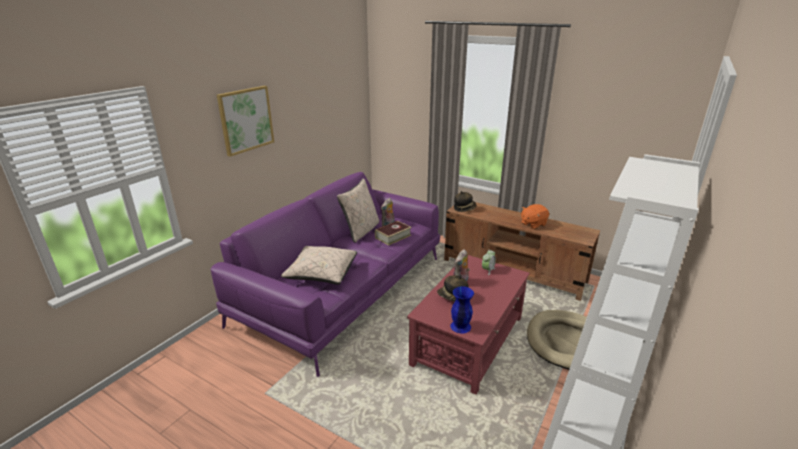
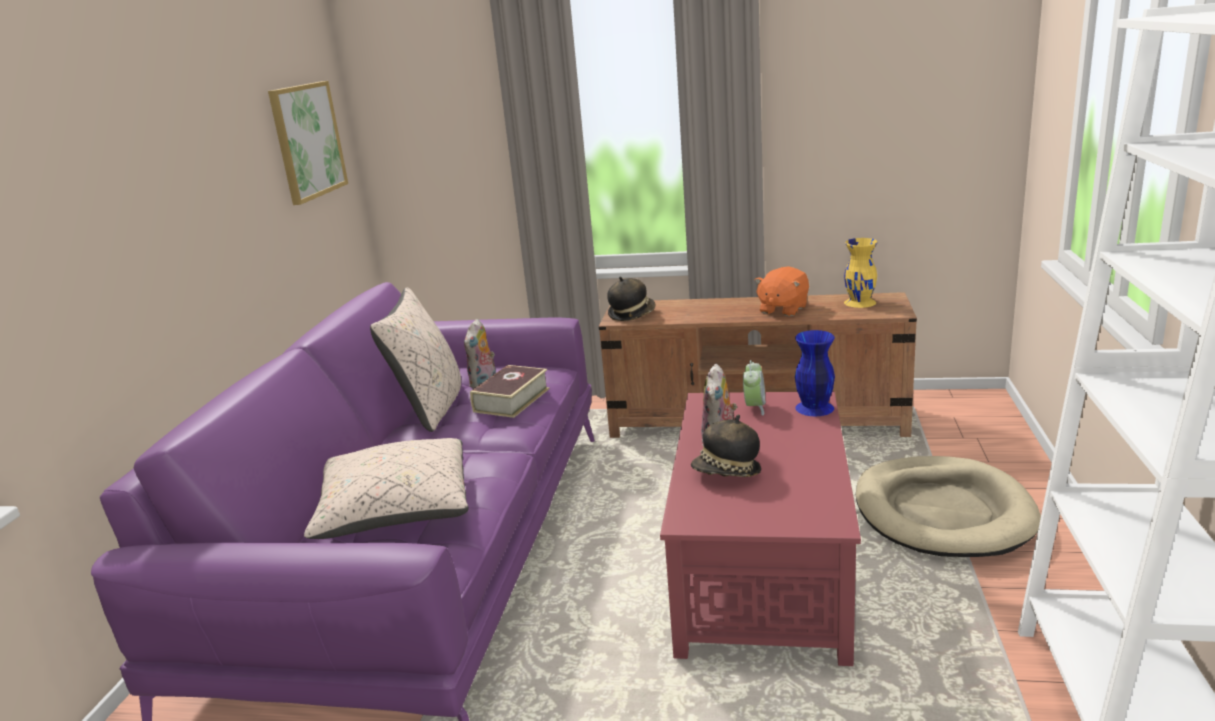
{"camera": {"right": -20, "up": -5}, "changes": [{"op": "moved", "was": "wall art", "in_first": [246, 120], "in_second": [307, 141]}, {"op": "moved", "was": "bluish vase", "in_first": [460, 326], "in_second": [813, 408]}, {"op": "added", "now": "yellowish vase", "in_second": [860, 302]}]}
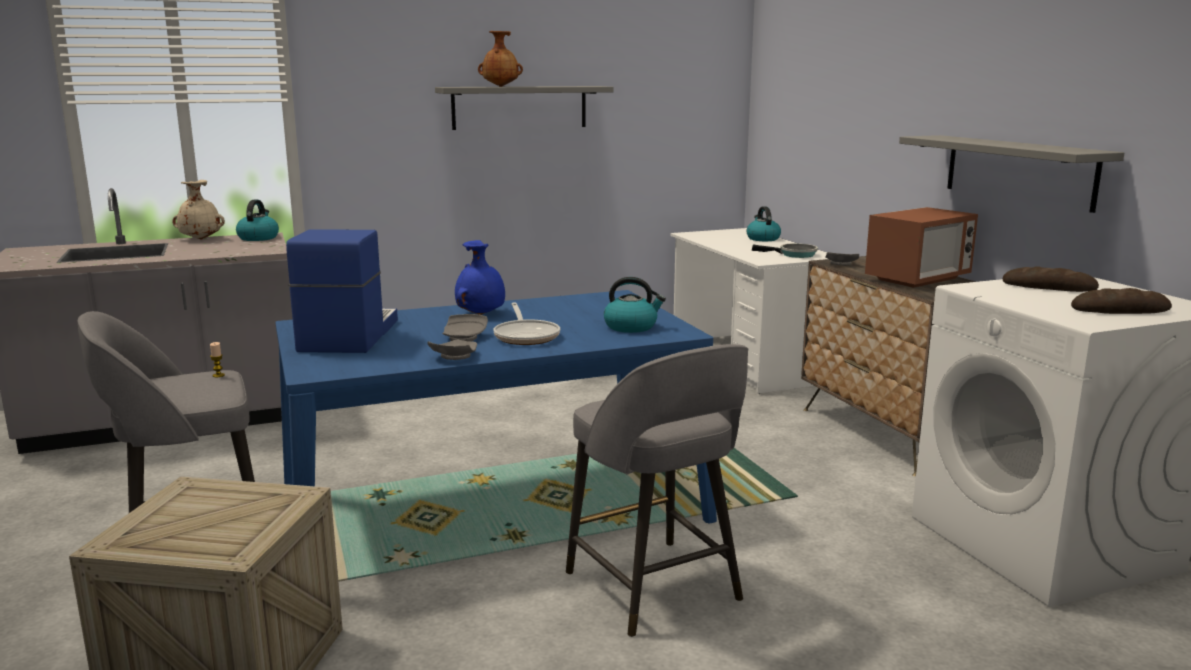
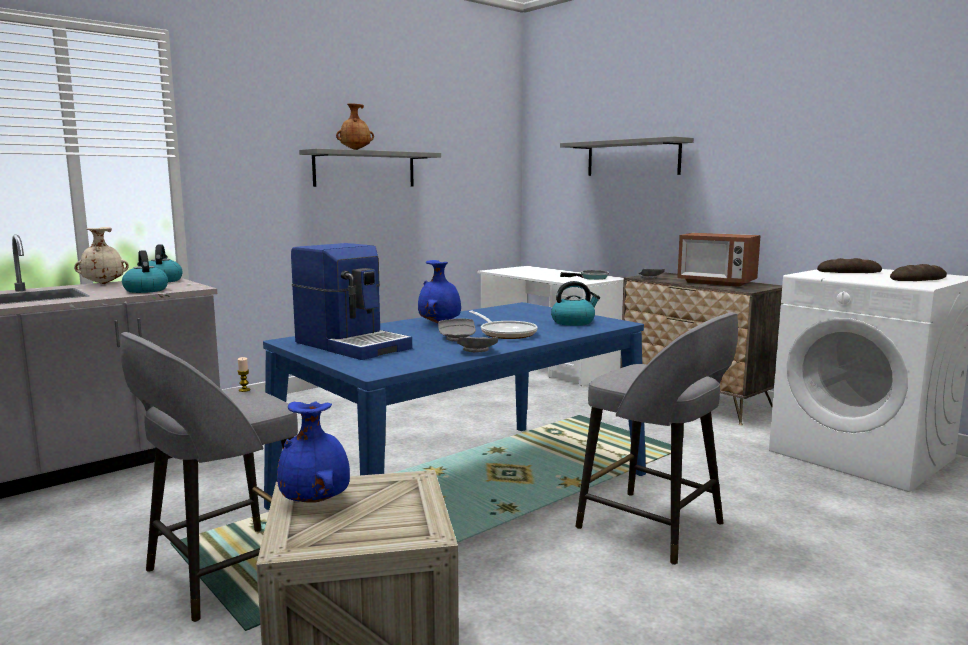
{"camera": {"right": -20, "up": -5}, "changes": [{"op": "turned", "was": "coffee maker", "in_first": [347, 336], "in_second": [353, 345], "clockwise": 150}, {"op": "moved", "was": "tea kettle", "in_first": [762, 239], "in_second": [145, 290]}, {"op": "turned", "was": "microwave oven", "in_first": [918, 279], "in_second": [716, 283], "clockwise": 90}, {"op": "moved", "was": "grey wall shelf", "in_first": [1018, 171], "in_second": [632, 158]}, {"op": "added", "now": "bluish vase", "in_second": [316, 501]}]}
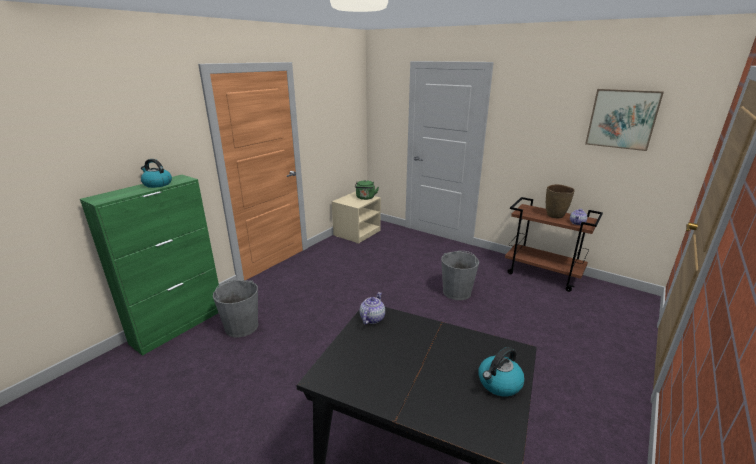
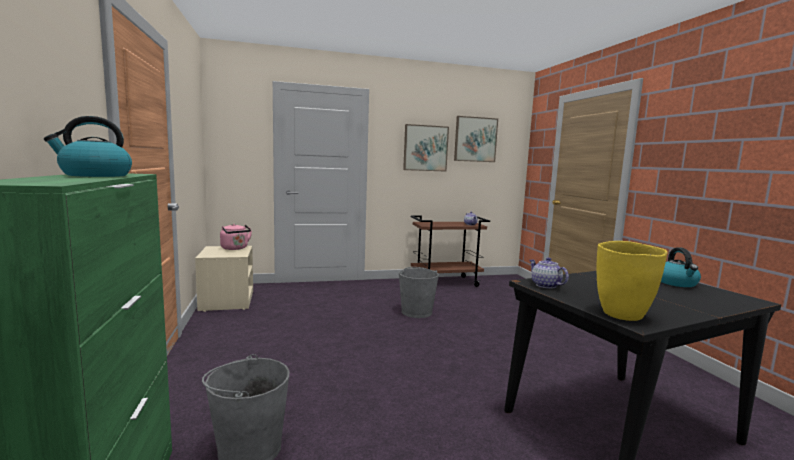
{"camera": {"right": -50, "up": -15}, "changes": [{"op": "recoloured", "was": "green tea kettle", "now": "pink-coloured tea kettle", "in_first": [365, 198], "in_second": [235, 248]}, {"op": "removed", "was": "brownish vase", "in_first": [555, 216]}, {"op": "added", "now": "wall art", "in_second": [425, 148]}, {"op": "added", "now": "yellowish vase", "in_second": [622, 315]}]}
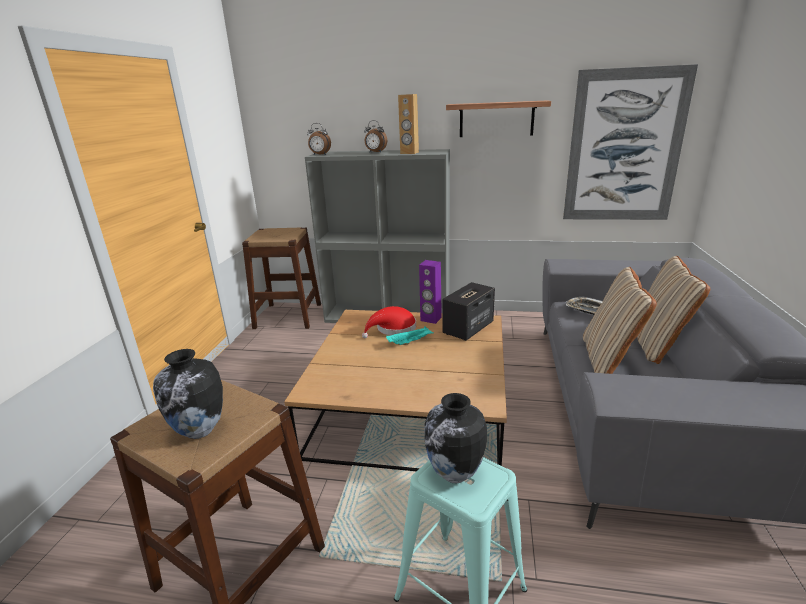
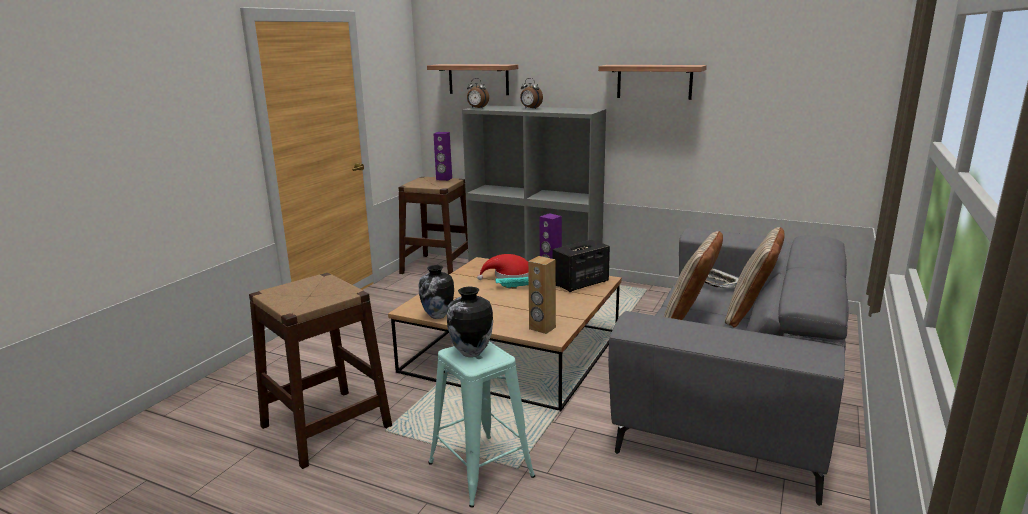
{"camera": {"right": 15, "up": -5}, "changes": [{"op": "moved", "was": "vase", "in_first": [200, 431], "in_second": [438, 316]}, {"op": "moved", "was": "brownish audio speaker", "in_first": [409, 153], "in_second": [542, 328]}, {"op": "removed", "was": "wall art", "in_first": [624, 147]}, {"op": "added", "now": "wall shelf", "in_second": [478, 79]}, {"op": "added", "now": "purple audio speaker", "in_second": [444, 179]}]}
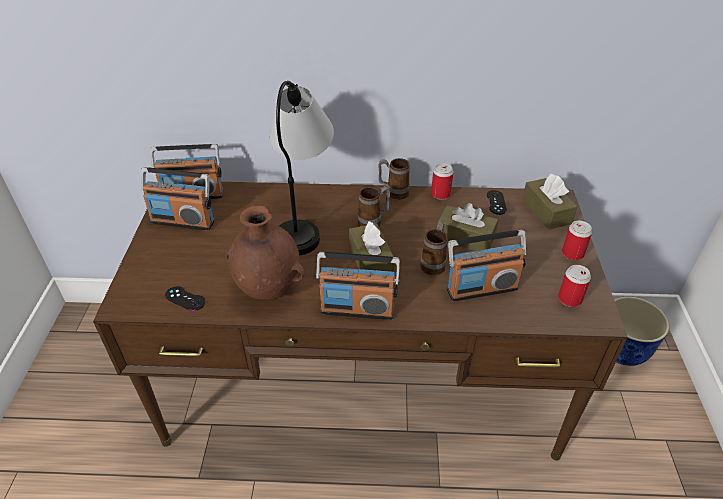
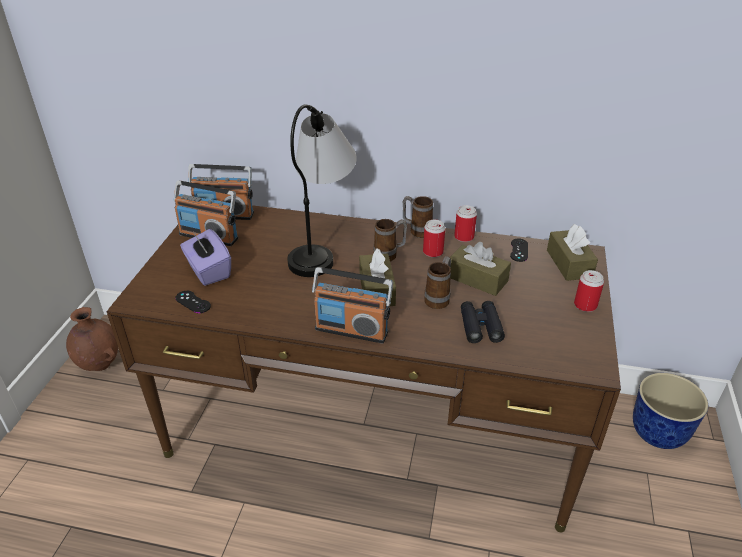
{"camera": {"right": 10, "up": -5}, "changes": [{"op": "moved", "was": "brownish vase", "in_first": [268, 290], "in_second": [99, 364]}, {"op": "replaced", "was": "radio receiver", "now": "black-coloured field glasses", "in_first": [481, 288], "in_second": [480, 326]}, {"op": "moved", "was": "metal can", "in_first": [569, 299], "in_second": [433, 252]}, {"op": "added", "now": "purple tissue holder", "in_second": [208, 271]}]}
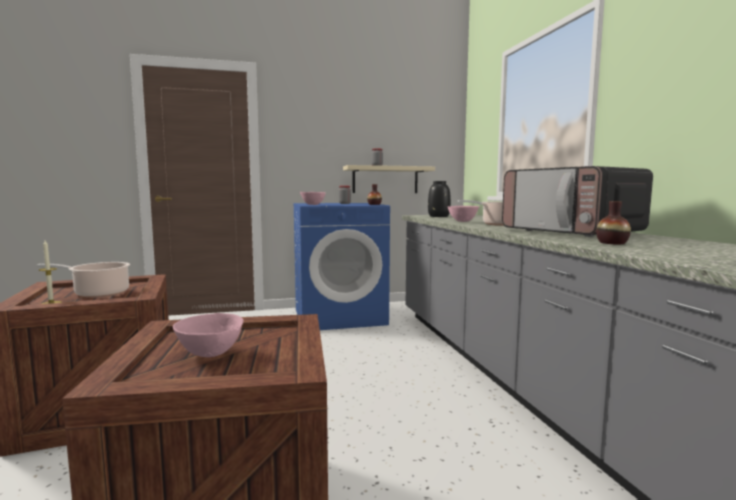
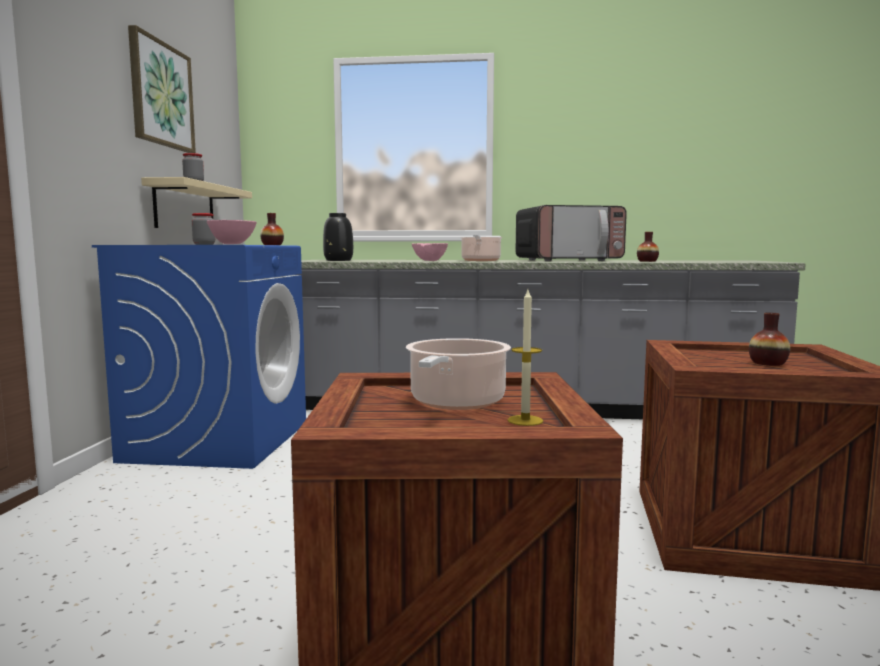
{"camera": {"right": -70, "up": 0}, "changes": [{"op": "replaced", "was": "pink-coloured deep dish", "now": "vase", "in_first": [211, 354], "in_second": [768, 363]}, {"op": "added", "now": "wall art", "in_second": [161, 95]}]}
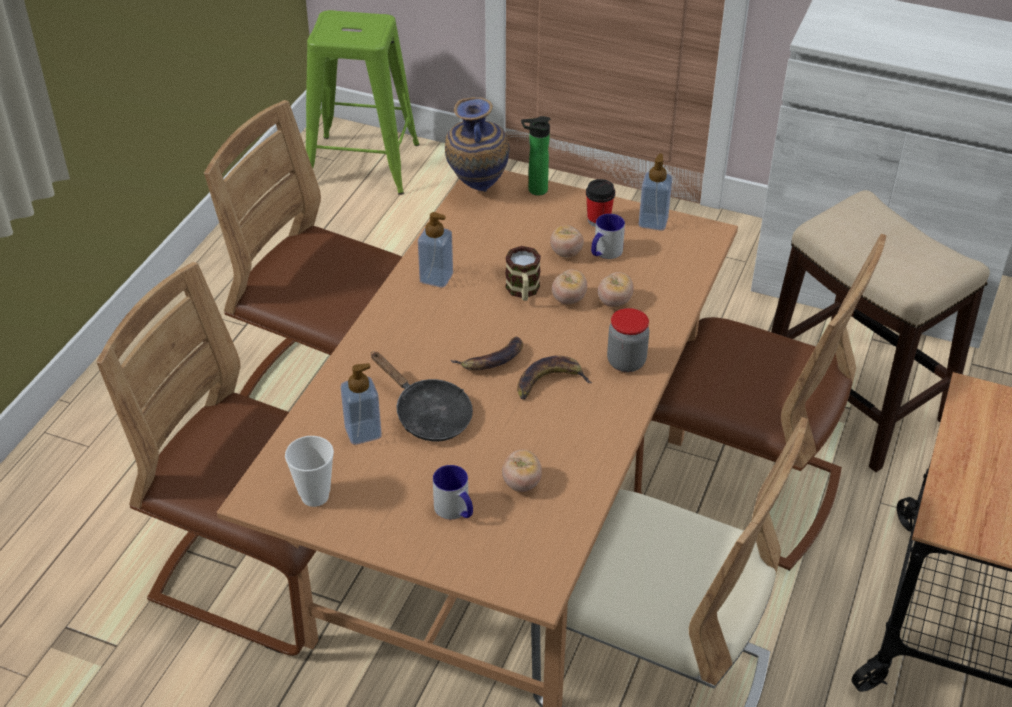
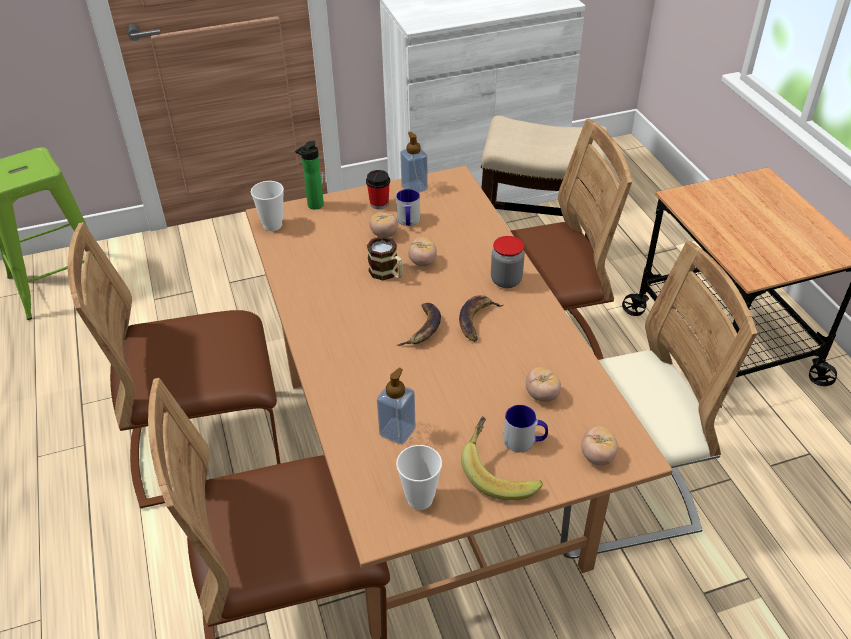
{"camera": {"right": -40, "up": 0}, "changes": [{"op": "removed", "was": "black-coloured frying pan", "in_first": [428, 415]}, {"op": "removed", "was": "soap dispenser", "in_first": [436, 278]}, {"op": "replaced", "was": "vase", "now": "drinking cup", "in_first": [476, 189], "in_second": [272, 225]}, {"op": "moved", "was": "tomato", "in_first": [614, 302], "in_second": [597, 456]}, {"op": "added", "now": "whole banana", "in_second": [500, 472]}]}
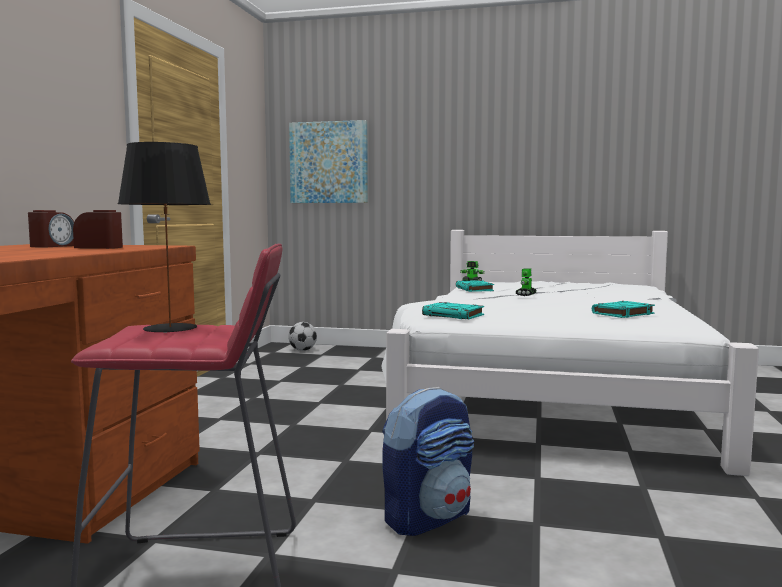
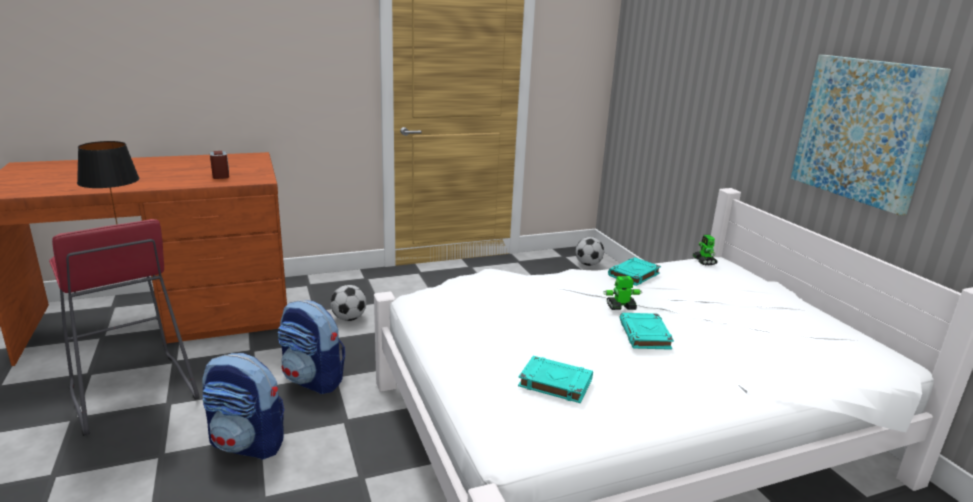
{"camera": {"right": 55, "up": 15}, "changes": [{"op": "removed", "was": "bedside clock", "in_first": [53, 246]}, {"op": "moved", "was": "wall art", "in_first": [329, 162], "in_second": [863, 130]}, {"op": "moved", "was": "turquoise bound book", "in_first": [454, 315], "in_second": [645, 335]}, {"op": "added", "now": "backpack", "in_second": [313, 380]}, {"op": "added", "now": "football ball", "in_second": [349, 318]}]}
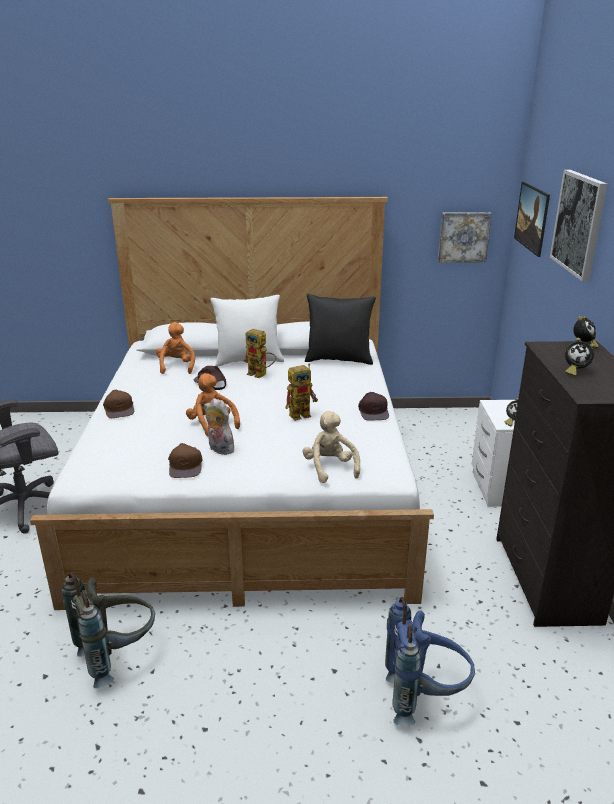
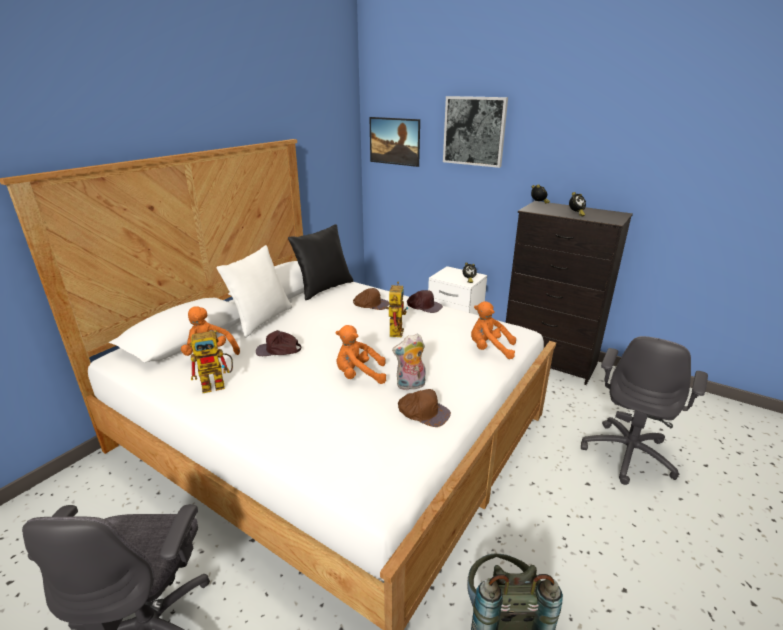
{"camera": {"right": -55, "up": 0}, "changes": [{"op": "moved", "was": "brownish cap", "in_first": [119, 408], "in_second": [371, 304]}, {"op": "moved", "was": "toy robot", "in_first": [261, 374], "in_second": [218, 384]}, {"op": "recoloured", "was": "beige cuddly toy", "now": "orange cuddly toy", "in_first": [330, 468], "in_second": [489, 349]}, {"op": "replaced", "was": "bluish backpack", "now": "grey computer chair", "in_first": [424, 696], "in_second": [628, 454]}, {"op": "removed", "was": "wall art", "in_first": [463, 236]}]}
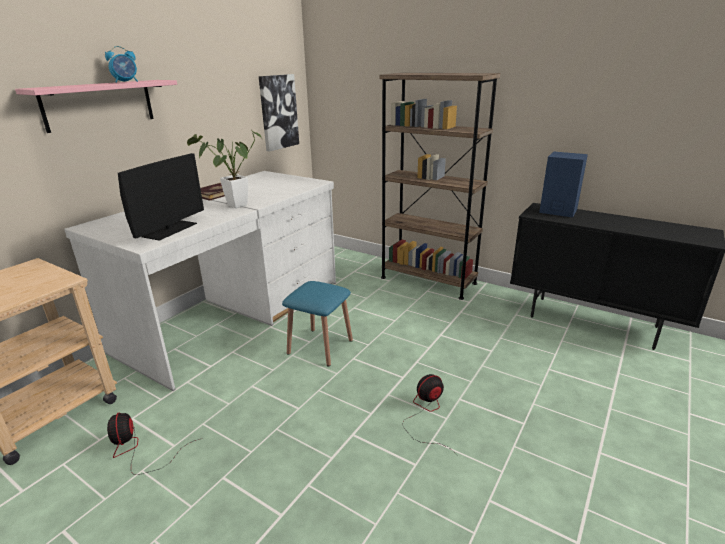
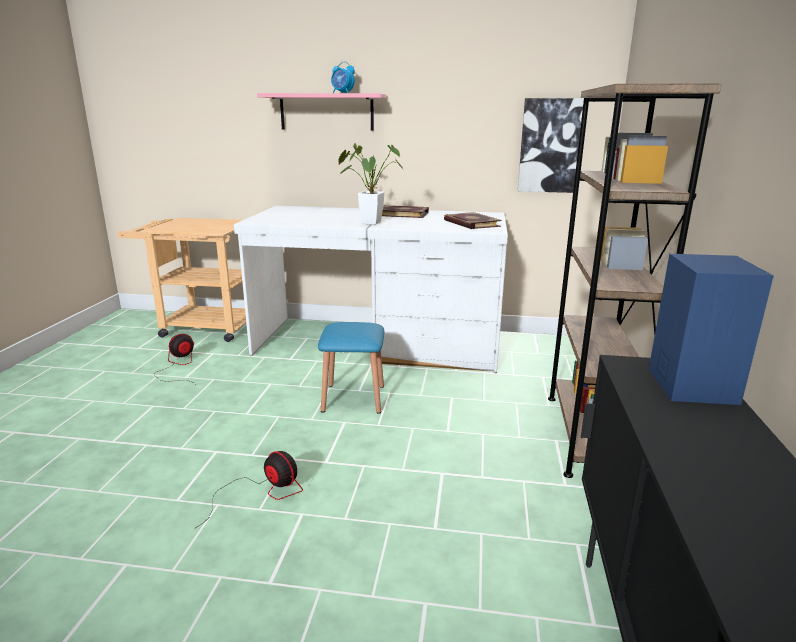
{"camera": {"right": 65, "up": -5}, "changes": [{"op": "removed", "was": "computer screen", "in_first": [170, 230]}, {"op": "added", "now": "bound book", "in_second": [471, 223]}]}
